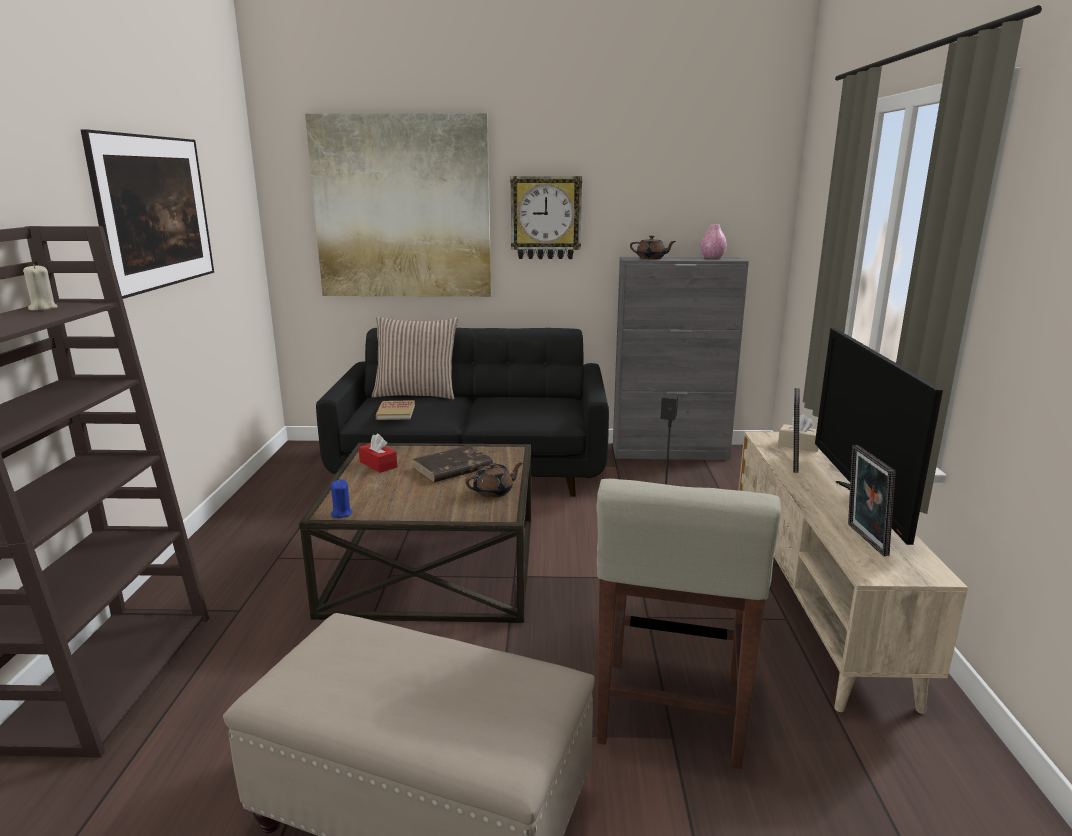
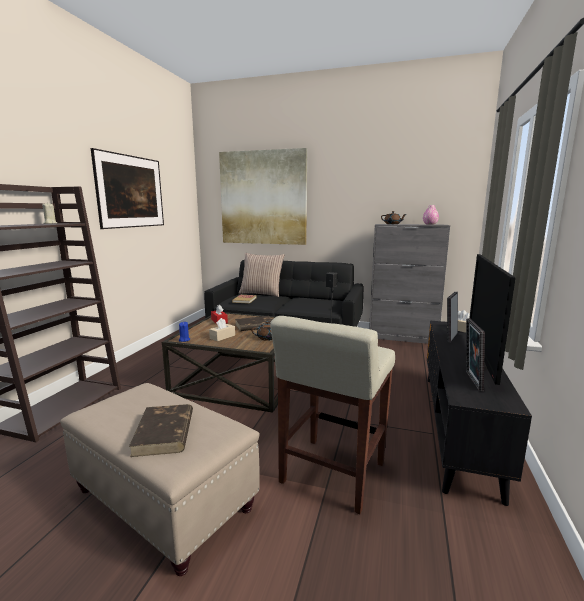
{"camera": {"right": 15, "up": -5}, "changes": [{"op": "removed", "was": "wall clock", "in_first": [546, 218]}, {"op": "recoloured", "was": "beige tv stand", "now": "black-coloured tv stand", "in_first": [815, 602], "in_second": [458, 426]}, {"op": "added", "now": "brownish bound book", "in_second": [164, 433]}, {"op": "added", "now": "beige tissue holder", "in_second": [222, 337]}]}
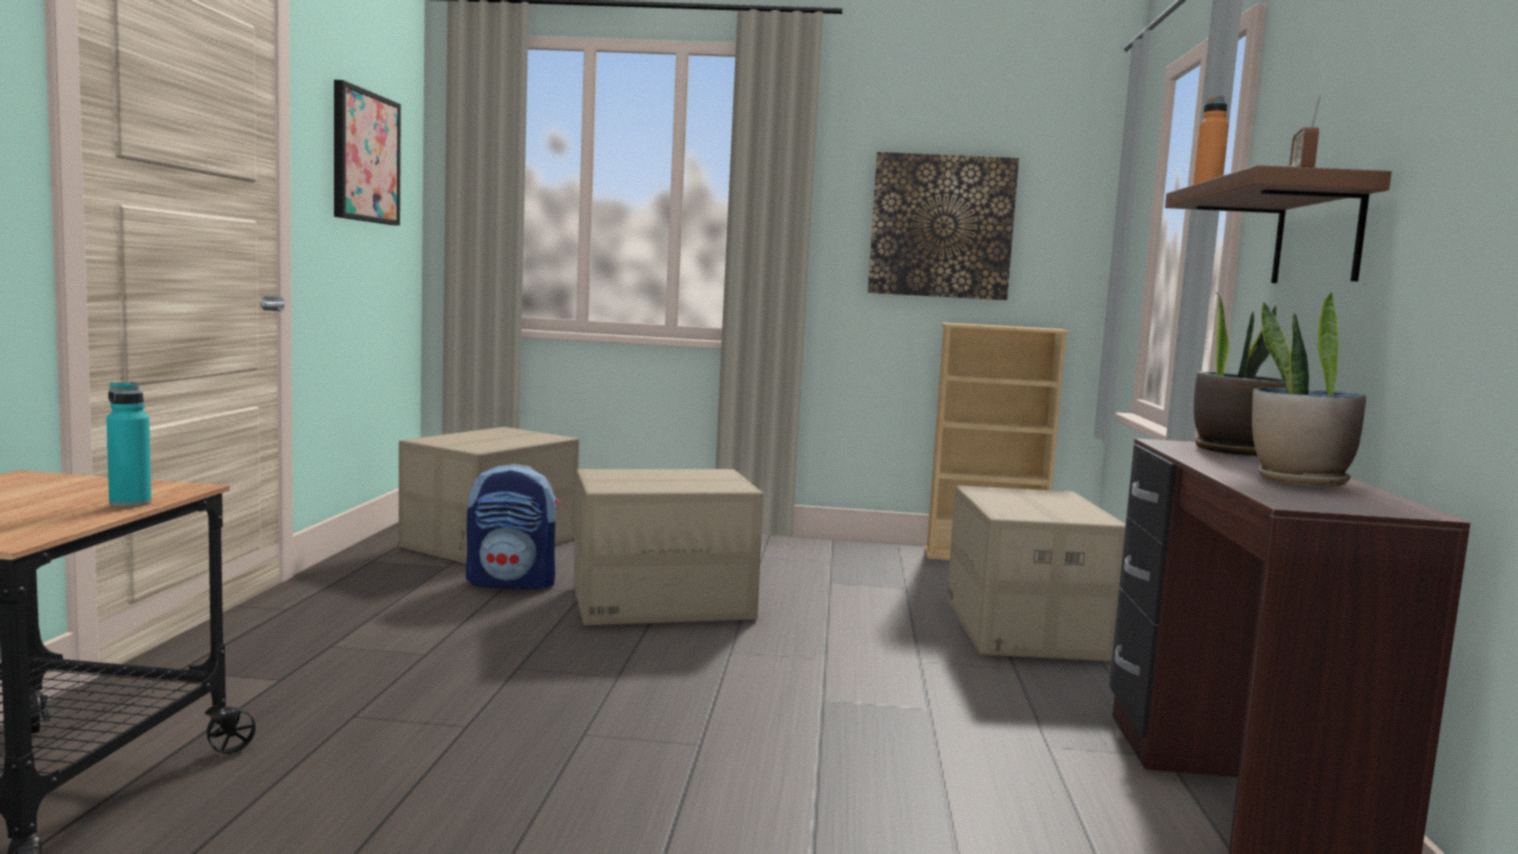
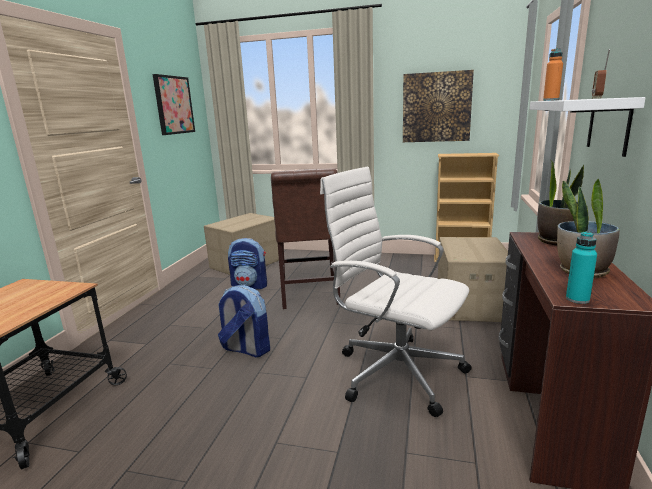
{"camera": {"right": 10, "up": 10}, "changes": [{"op": "moved", "was": "turquoise bottle", "in_first": [130, 503], "in_second": [577, 299]}, {"op": "replaced", "was": "carton", "now": "brownish chair", "in_first": [661, 603], "in_second": [309, 295]}, {"op": "recoloured", "was": "brownish wall shelf", "now": "white wall shelf", "in_first": [1318, 234], "in_second": [609, 125]}, {"op": "added", "now": "backpack", "in_second": [246, 349]}, {"op": "added", "now": "white computer chair", "in_second": [395, 371]}]}
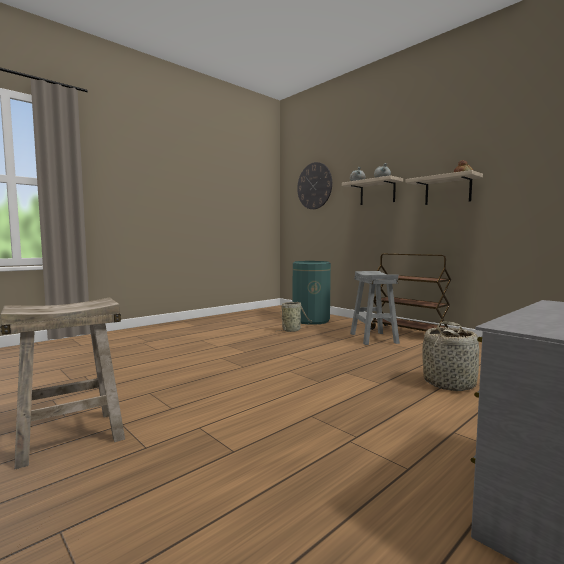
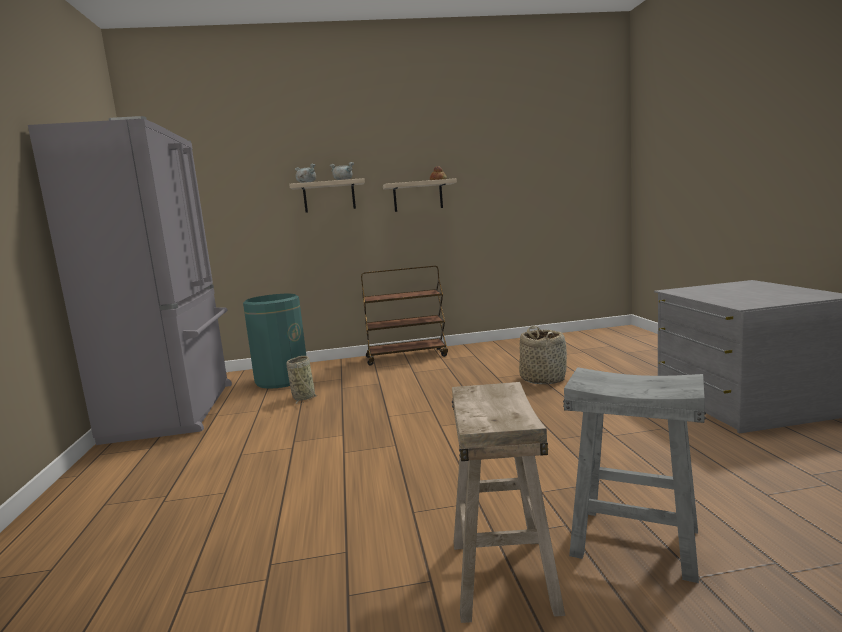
{"camera": {"right": -55, "up": 5}, "changes": [{"op": "removed", "was": "wall clock", "in_first": [314, 186]}, {"op": "moved", "was": "grey sitting stool", "in_first": [374, 338], "in_second": [635, 541]}, {"op": "added", "now": "grey refrigerator", "in_second": [176, 410]}]}
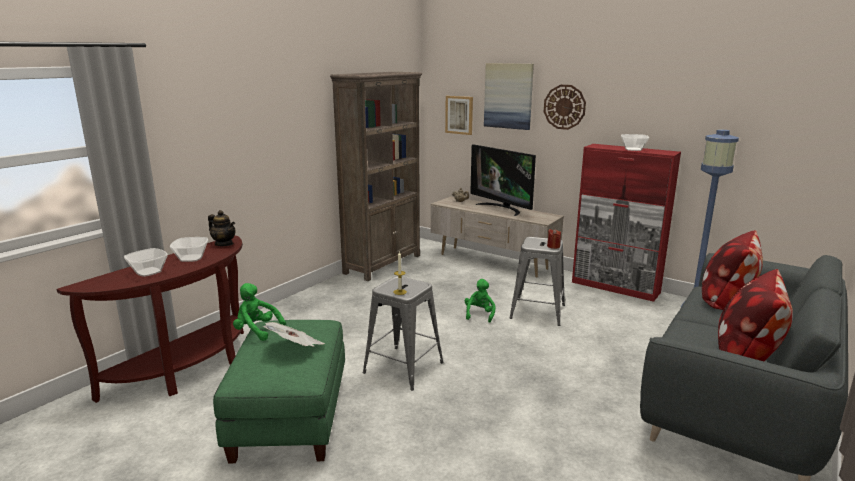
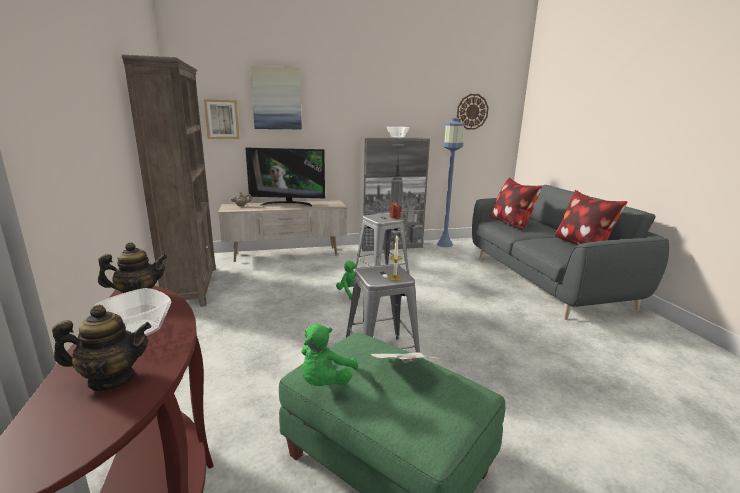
{"camera": {"right": -50, "up": 0}, "changes": [{"op": "replaced", "was": "deep dish", "now": "teapot", "in_first": [149, 272], "in_second": [112, 379]}, {"op": "turned", "was": "green cuddly toy", "in_first": [257, 331], "in_second": [325, 382], "clockwise": -45}, {"op": "moved", "was": "wall clock", "in_first": [564, 107], "in_second": [472, 111]}, {"op": "recoloured", "was": "red cabinet", "now": "grey cabinet", "in_first": [615, 287], "in_second": [390, 246]}]}
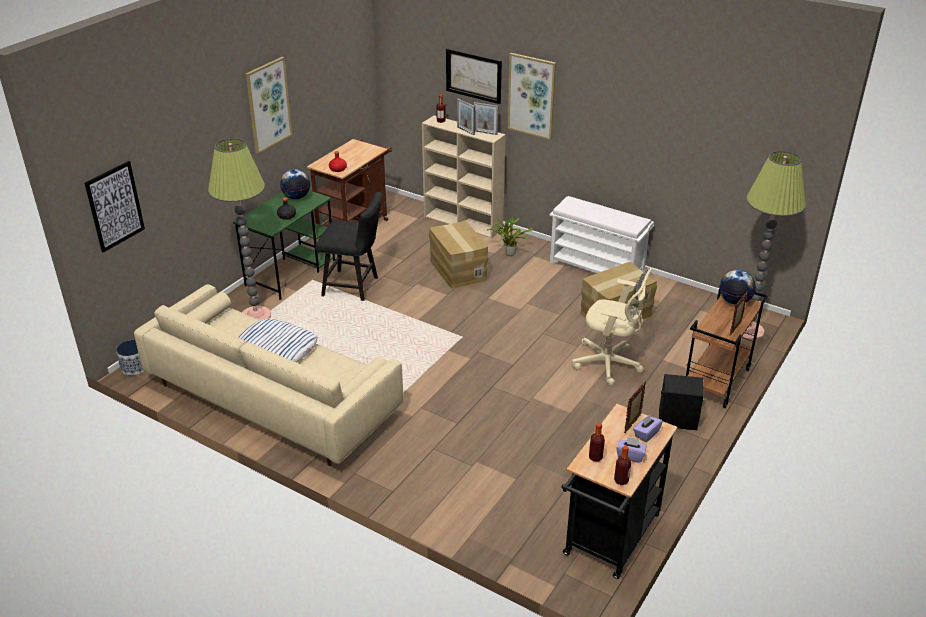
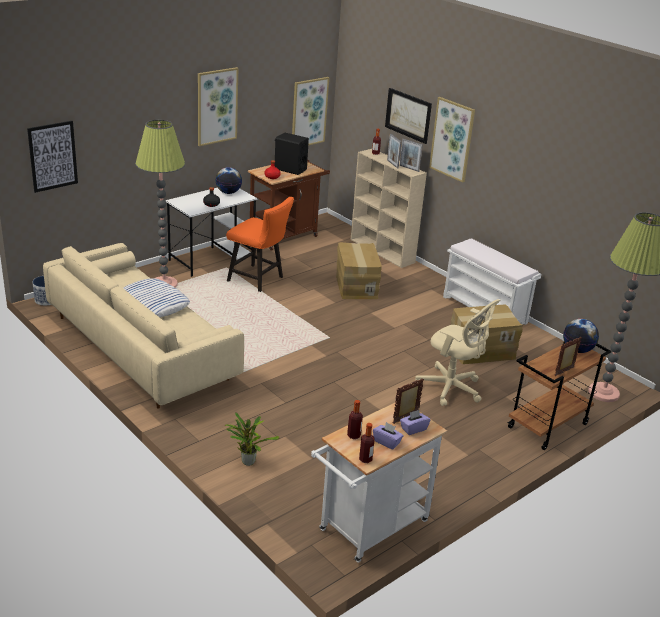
{"camera": {"right": 15, "up": -5}, "changes": [{"op": "recoloured", "was": "green desk table", "now": "white desk table", "in_first": [291, 272], "in_second": [212, 258]}, {"op": "recoloured", "was": "black-coloured chair", "now": "orange chair", "in_first": [354, 287], "in_second": [259, 280]}, {"op": "moved", "was": "houseplant", "in_first": [509, 253], "in_second": [247, 461]}, {"op": "recoloured", "was": "black-coloured wheeled cart", "now": "white wheeled cart", "in_first": [609, 540], "in_second": [369, 529]}, {"op": "moved", "was": "black-coloured audio speaker", "in_first": [677, 420], "in_second": [290, 169]}, {"op": "added", "now": "wall art", "in_second": [309, 112]}]}
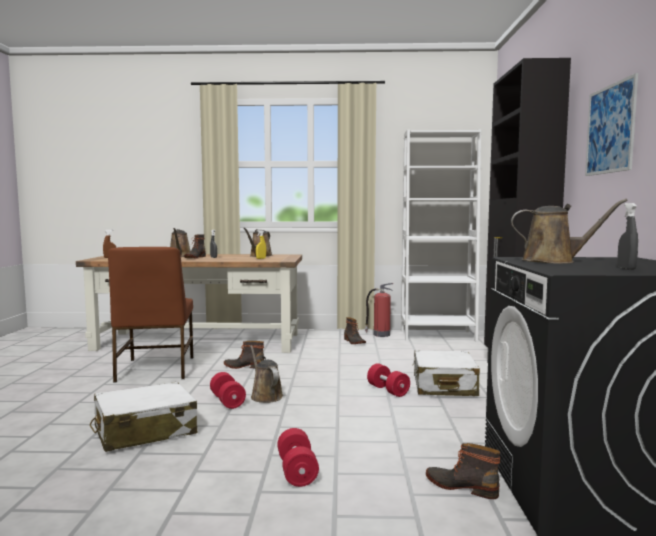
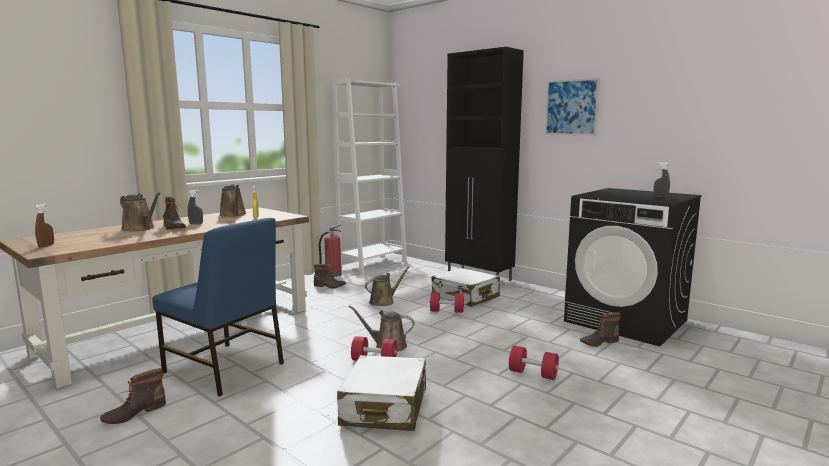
{"camera": {"right": -50, "up": 5}, "changes": [{"op": "recoloured", "was": "brownish chair", "now": "bluish chair", "in_first": [155, 369], "in_second": [224, 369]}, {"op": "moved", "was": "boot", "in_first": [244, 366], "in_second": [134, 413]}, {"op": "moved", "was": "brownish sprinkling can", "in_first": [553, 261], "in_second": [384, 301]}]}
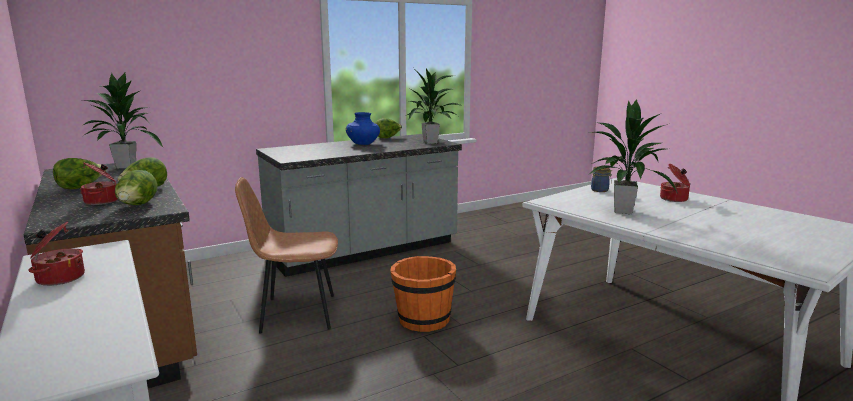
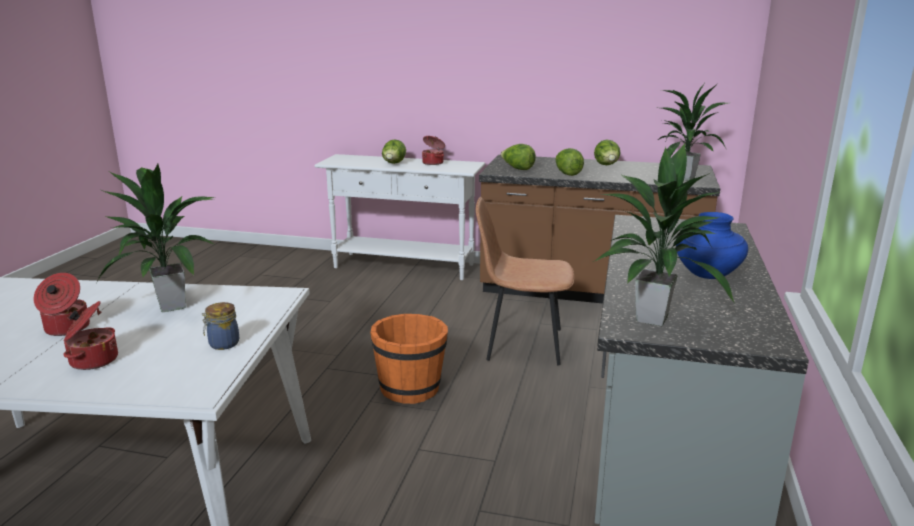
{"camera": {"right": 135, "up": 5}, "changes": [{"op": "moved", "was": "stockpot", "in_first": [102, 201], "in_second": [66, 328]}, {"op": "turned", "was": "brownish chair", "in_first": [296, 313], "in_second": [522, 344], "clockwise": -120}, {"op": "moved", "was": "lettuce", "in_first": [387, 137], "in_second": [394, 164]}]}
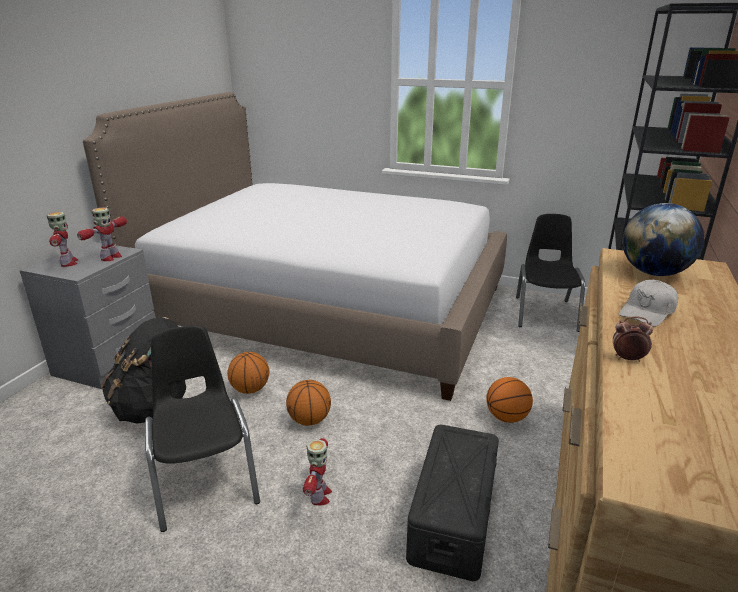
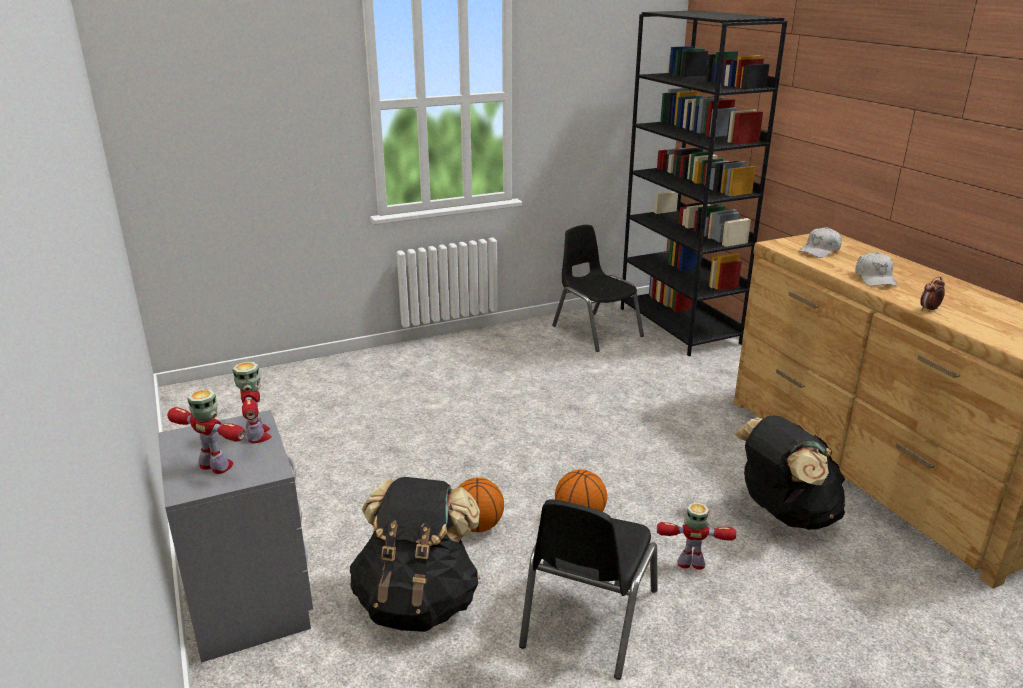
{"camera": {"right": -45, "up": 0}, "changes": [{"op": "removed", "was": "sleeping bed", "in_first": [326, 307]}, {"op": "turned", "was": "black-coloured chair", "in_first": [205, 478], "in_second": [588, 618], "clockwise": -90}, {"op": "turned", "was": "toy robot", "in_first": [320, 496], "in_second": [691, 563], "clockwise": -45}, {"op": "replaced", "was": "black-coloured storage box", "now": "black-coloured backpack", "in_first": [453, 515], "in_second": [784, 513]}, {"op": "removed", "was": "basketball ball", "in_first": [506, 417]}, {"op": "replaced", "was": "desk globe", "now": "white cap", "in_first": [654, 273], "in_second": [820, 251]}]}
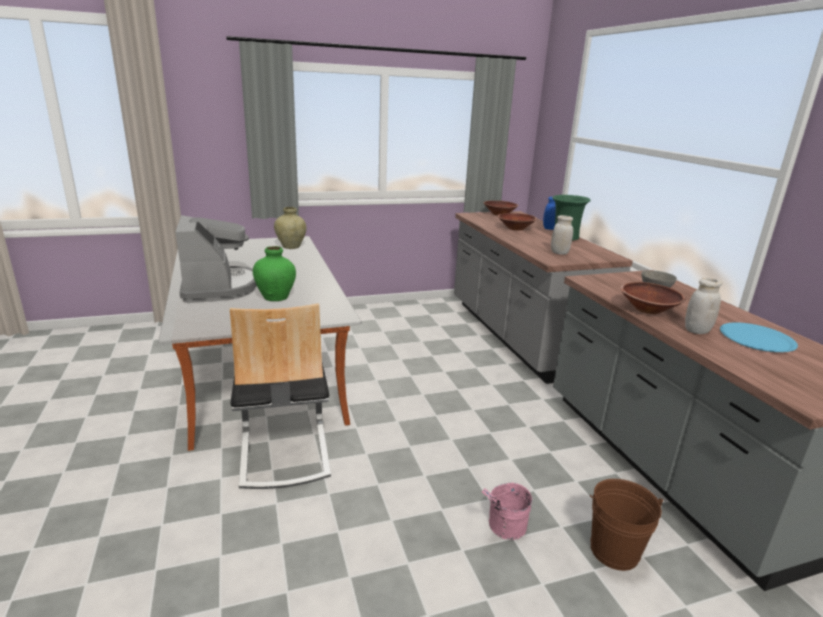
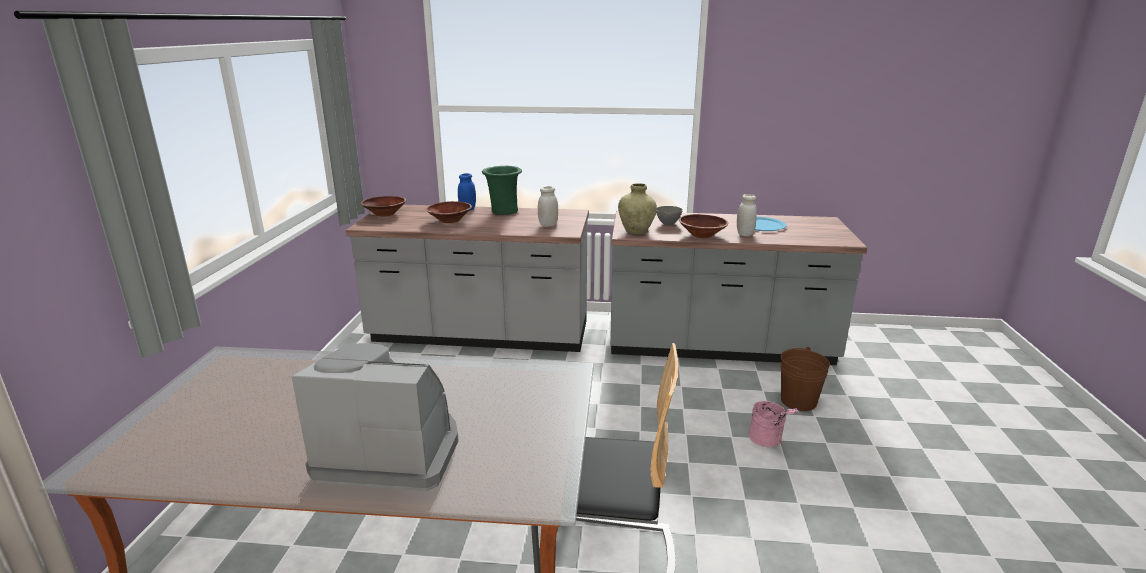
{"camera": {"right": -65, "up": 0}, "changes": [{"op": "removed", "was": "green vase", "in_first": [276, 298]}, {"op": "moved", "was": "beige vase", "in_first": [291, 247], "in_second": [636, 231]}]}
